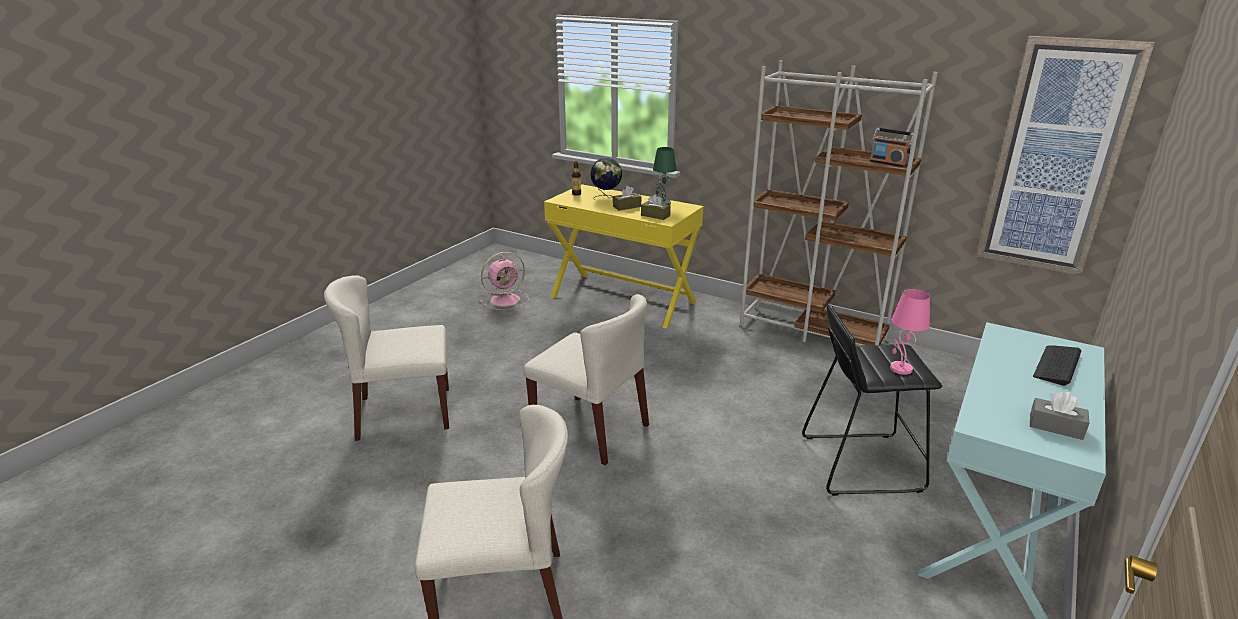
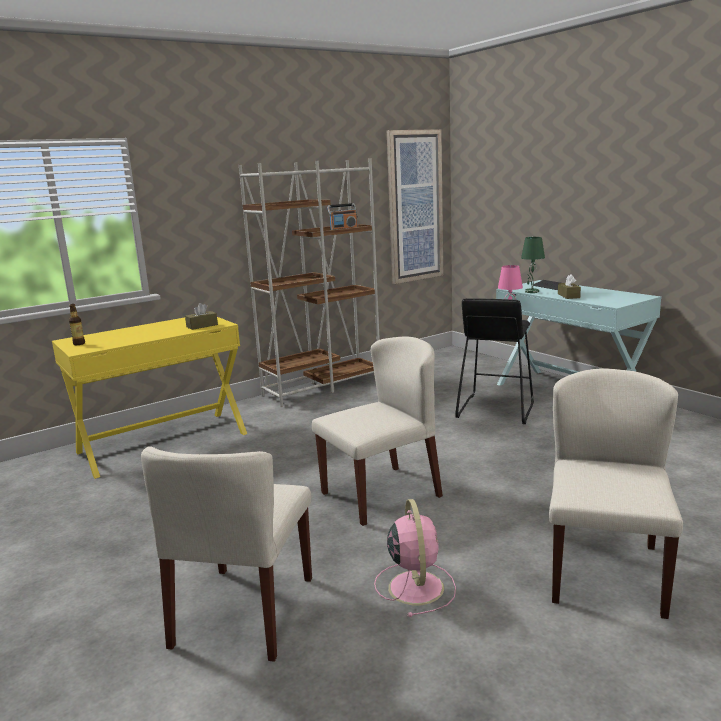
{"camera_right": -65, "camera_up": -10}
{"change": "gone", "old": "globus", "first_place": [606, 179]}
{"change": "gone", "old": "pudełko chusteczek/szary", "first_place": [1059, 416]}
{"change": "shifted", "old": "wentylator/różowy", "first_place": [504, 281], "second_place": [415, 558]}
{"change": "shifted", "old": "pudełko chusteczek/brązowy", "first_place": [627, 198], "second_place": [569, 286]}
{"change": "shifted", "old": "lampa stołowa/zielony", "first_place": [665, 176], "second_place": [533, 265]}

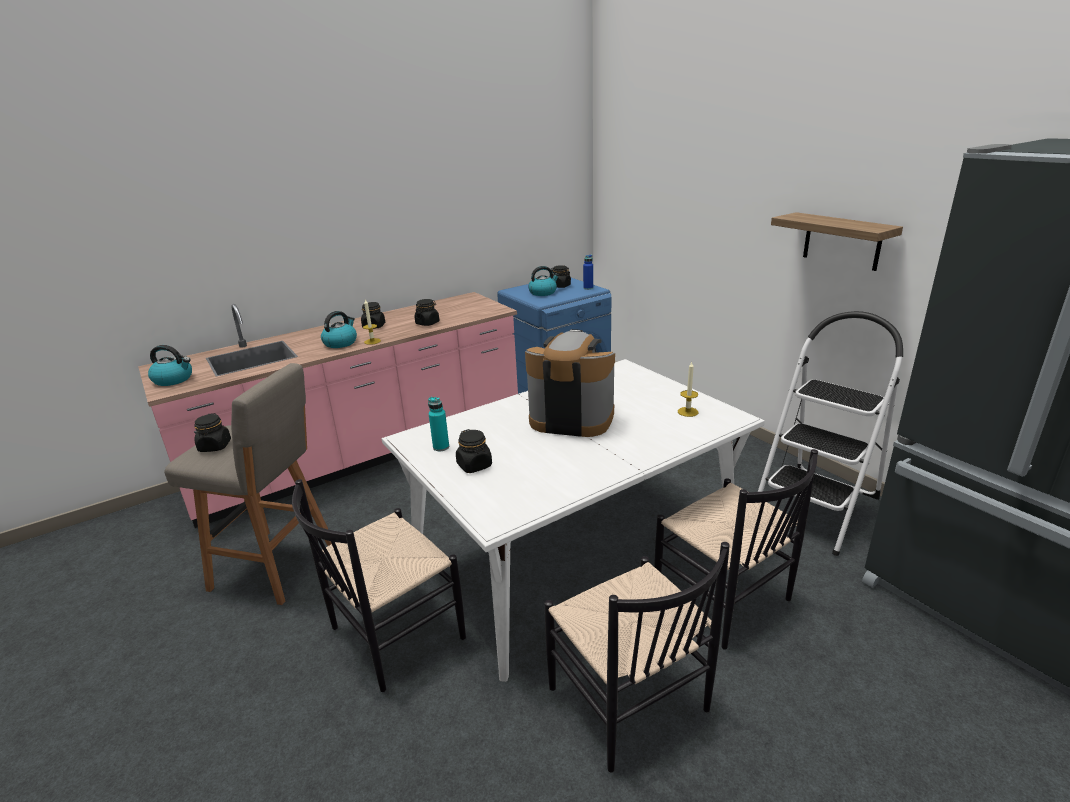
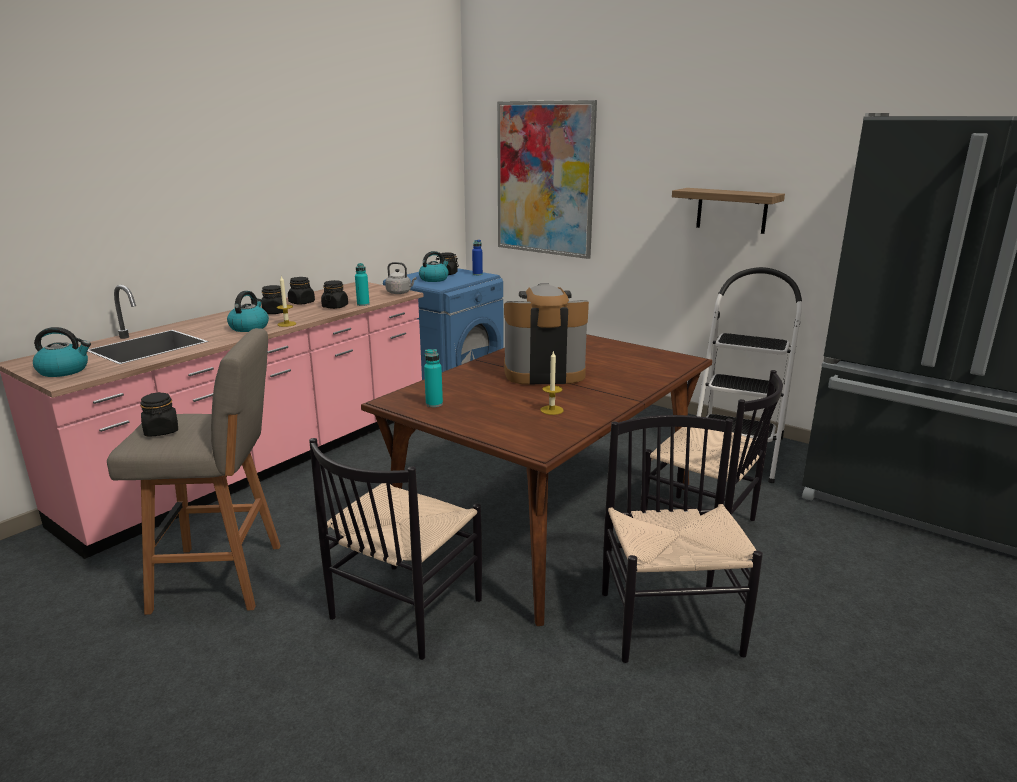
{"camera_right": -20, "camera_up": -5}
{"change": "new", "new": "butelka/turkusowy", "second_place": [362, 284]}
{"change": "new", "new": "czajnik/szary", "second_place": [401, 278]}
{"change": "new", "new": "obraz", "second_place": [547, 179]}
{"change": "shifted", "old": "słoik/czarny", "first_place": [474, 451], "second_place": [301, 290]}
{"change": "shifted", "old": "świeca", "first_place": [688, 389], "second_place": [552, 382]}
{"change": "repainted", "old": "stół jadalny/biały", "new": "stół jadalny/brązowy", "first_place": [573, 520], "second_place": [536, 480]}
{"change": "rotated", "old": "krzesło/czarny", "first_place": [637, 657], "second_place": [682, 539], "degrees": -135}

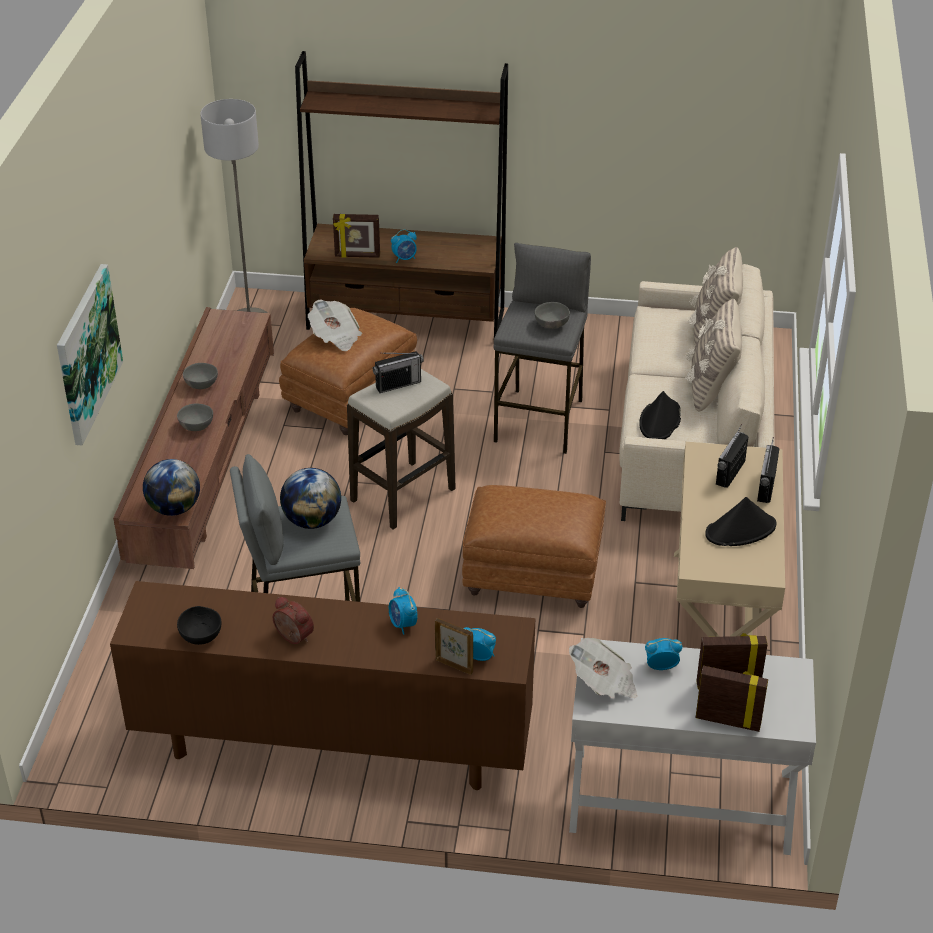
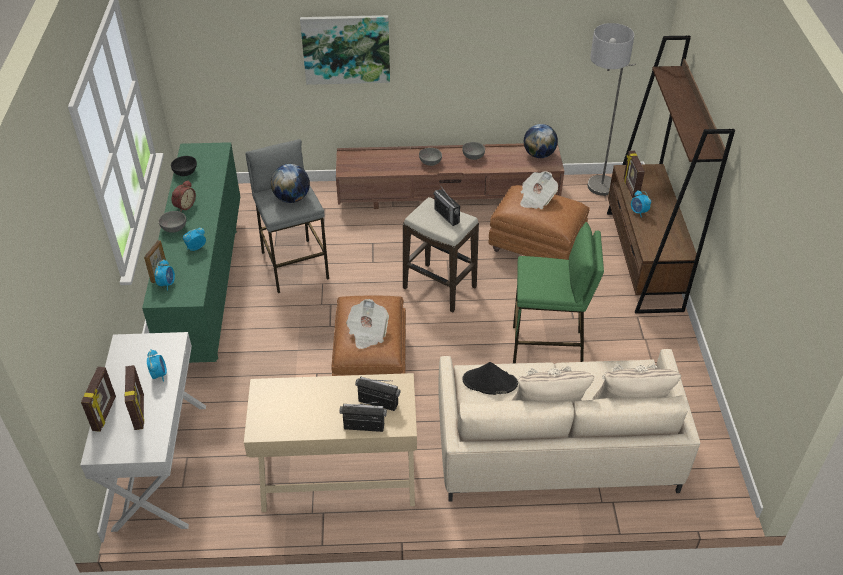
{"camera_right": 80, "camera_up": 5}
{"change": "gone", "old": "kapelusz/czarny", "first_place": [740, 521]}
{"change": "shifted", "old": "globus", "first_place": [171, 487], "second_place": [541, 141]}
{"change": "shifted", "old": "miska/szary", "first_place": [552, 315], "second_place": [172, 222]}
{"change": "shifted", "old": "gazeta", "first_place": [603, 668], "second_place": [367, 324]}
{"change": "repainted", "old": "szafka/brązowy", "new": "szafka/zielony", "first_place": [322, 685], "second_place": [191, 252]}
{"change": "repainted", "old": "stołek/szary", "new": "stołek/zielony", "first_place": [542, 348], "second_place": [558, 293]}

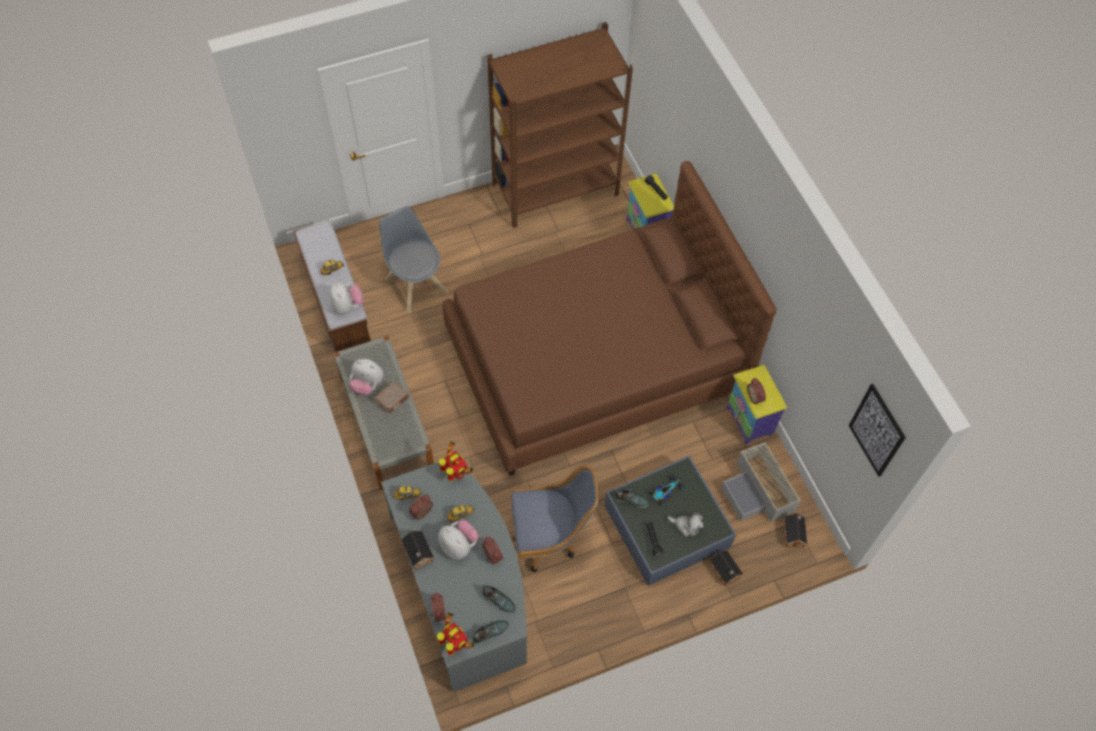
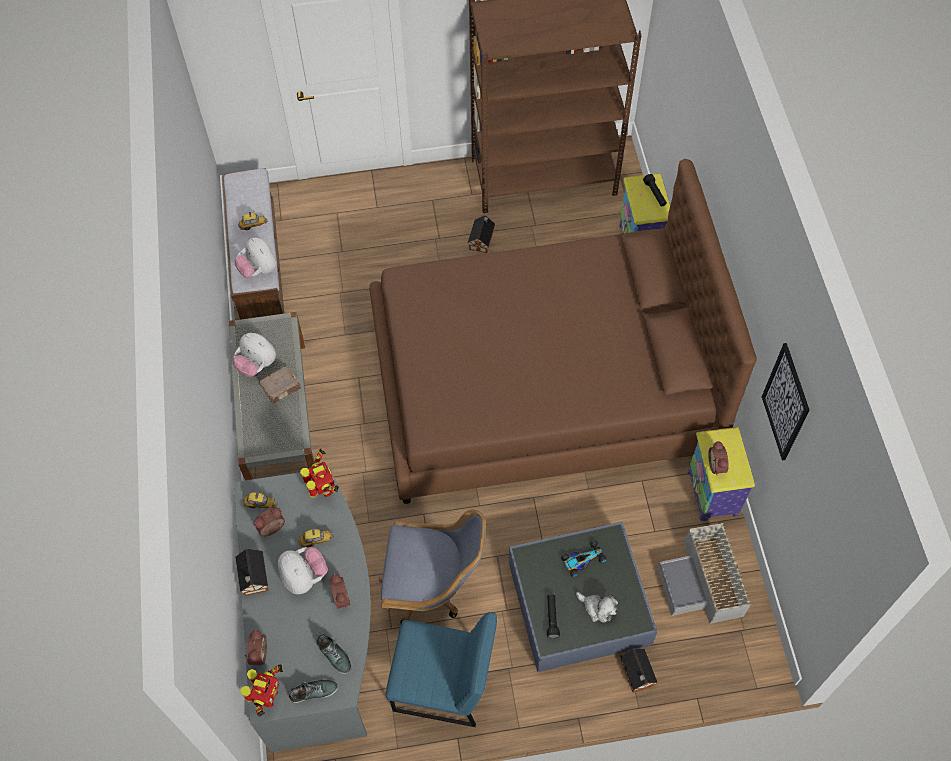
{"camera_right": 15, "camera_up": 0}
{"change": "gone", "old": "krzesło/szary", "first_place": [413, 259]}
{"change": "gone", "old": "but", "first_place": [632, 498]}
{"change": "new", "new": "krzesło/niebieski", "second_place": [441, 669]}
{"change": "shifted", "old": "domek", "first_place": [795, 530], "second_place": [481, 234]}
{"change": "shifted", "old": "obraz", "first_place": [877, 430], "second_place": [786, 402]}
{"change": "rotated", "old": "pluszak", "first_place": [347, 298], "second_place": [256, 258], "degrees": 150}
{"change": "rotated", "old": "robot zabawkowy", "first_place": [455, 634], "second_place": [261, 690], "degrees": 45}

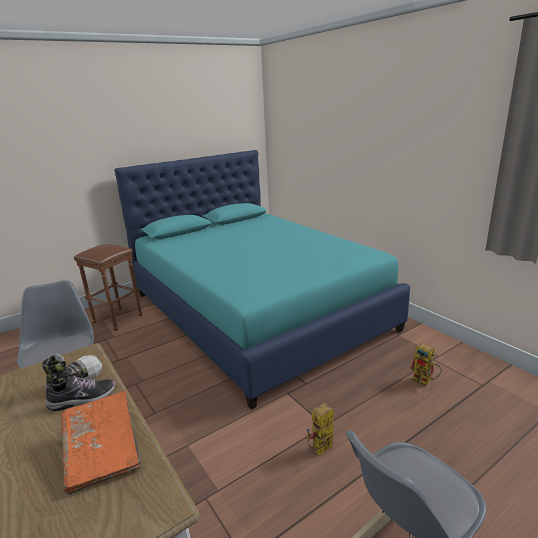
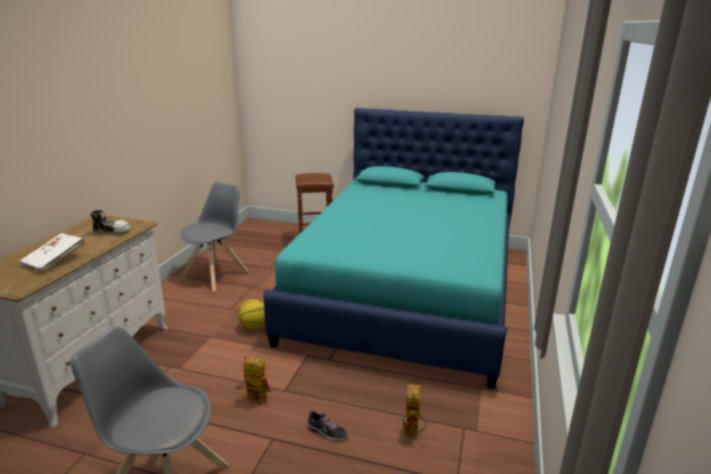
{"camera_right": 50, "camera_up": 0}
{"change": "new", "new": "piłka do koszykówki", "second_place": [251, 314]}
{"change": "shifted", "old": "but", "first_place": [79, 393], "second_place": [327, 425]}
{"change": "repainted", "old": "książka/pomarańczowy", "new": "książka/biały", "first_place": [101, 442], "second_place": [52, 252]}

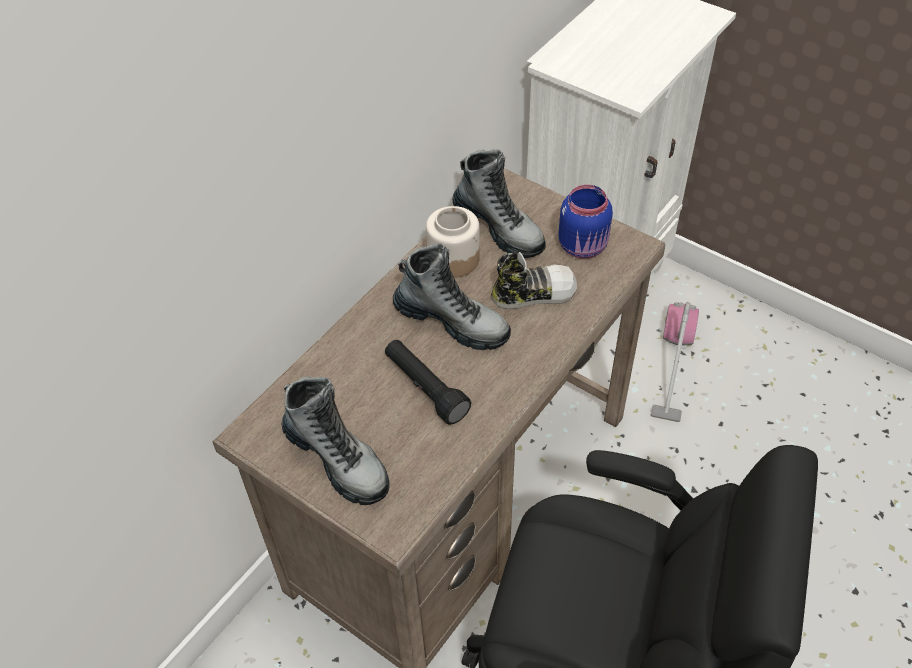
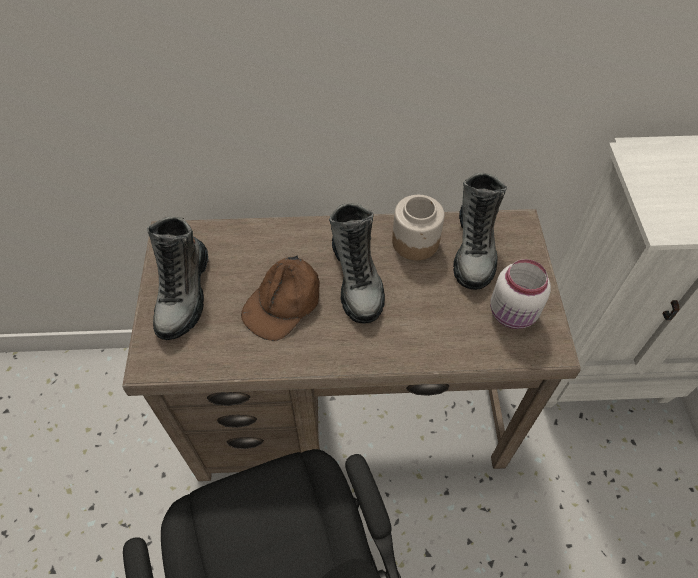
{"camera_right": 50, "camera_up": 5}
{"change": "gone", "old": "but", "first_place": [534, 280]}
{"change": "gone", "old": "odkurzacz", "first_place": [675, 362]}
{"change": "swapped", "old": "latarka/czarny", "new": "czapka z daszkiem/brązowy", "first_place": [428, 382], "second_place": [280, 298]}
{"change": "repainted", "old": "słoik/niebieski", "new": "słoik/biały", "first_place": [586, 221], "second_place": [520, 294]}

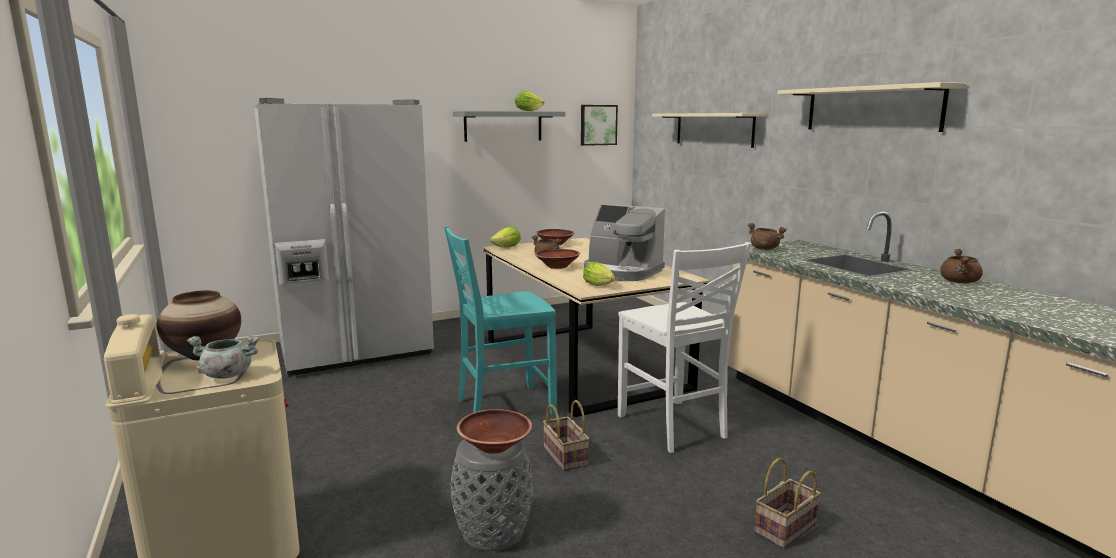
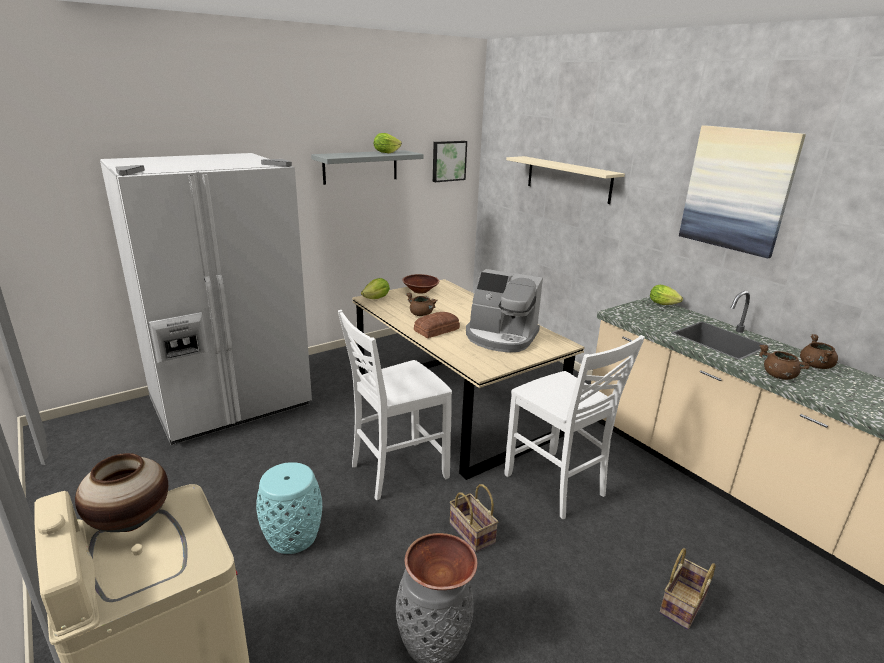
{"camera_right": -10, "camera_up": 10}
{"change": "gone", "old": "garnek/szary", "first_place": [223, 357]}
{"change": "new", "new": "stołek/turkusowy", "second_place": [289, 508]}
{"change": "shifted", "old": "sałata", "first_place": [599, 274], "second_place": [666, 295]}
{"change": "shifted", "old": "garnek/brązowy", "first_place": [767, 236], "second_place": [786, 362]}
{"change": "swapped", "old": "miska/brązowy", "new": "chleb", "first_place": [557, 259], "second_place": [437, 325]}
{"change": "swapped", "old": "półka/beżowy", "new": "obraz", "first_place": [872, 107], "second_place": [742, 191]}
{"change": "repainted", "old": "krzesło/turkusowy", "new": "krzesło/biały", "first_place": [500, 321], "second_place": [395, 405]}

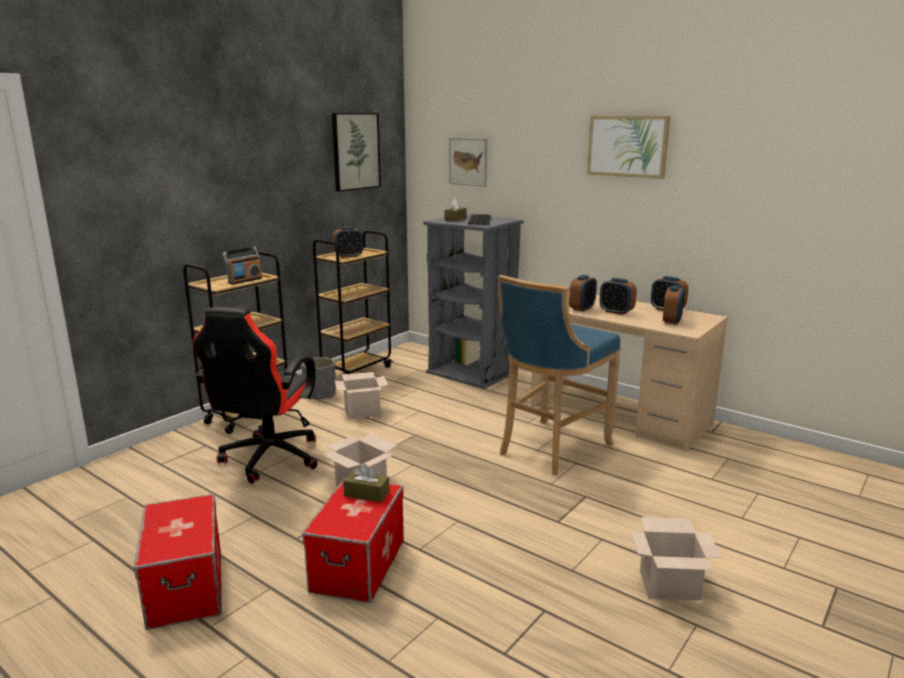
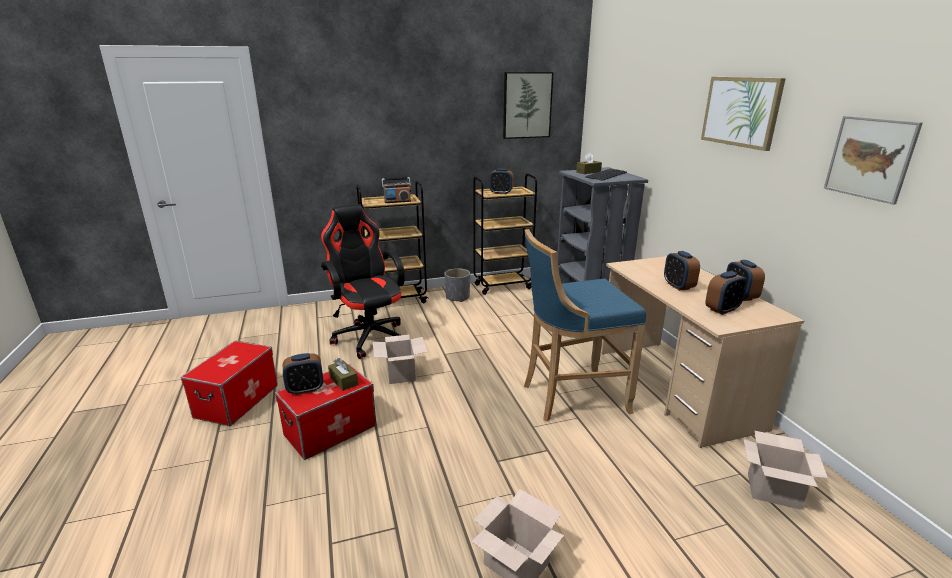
{"camera_right": 35, "camera_up": 5}
{"change": "shifted", "old": "karton", "first_place": [361, 395], "second_place": [786, 470]}
{"change": "shifted", "old": "obraz", "first_place": [468, 162], "second_place": [873, 160]}
{"change": "shifted", "old": "budzik", "first_place": [583, 293], "second_place": [303, 374]}
{"change": "rotated", "old": "krzesło biurowe/czarny", "first_place": [254, 395], "second_place": [363, 281], "degrees": 105}

